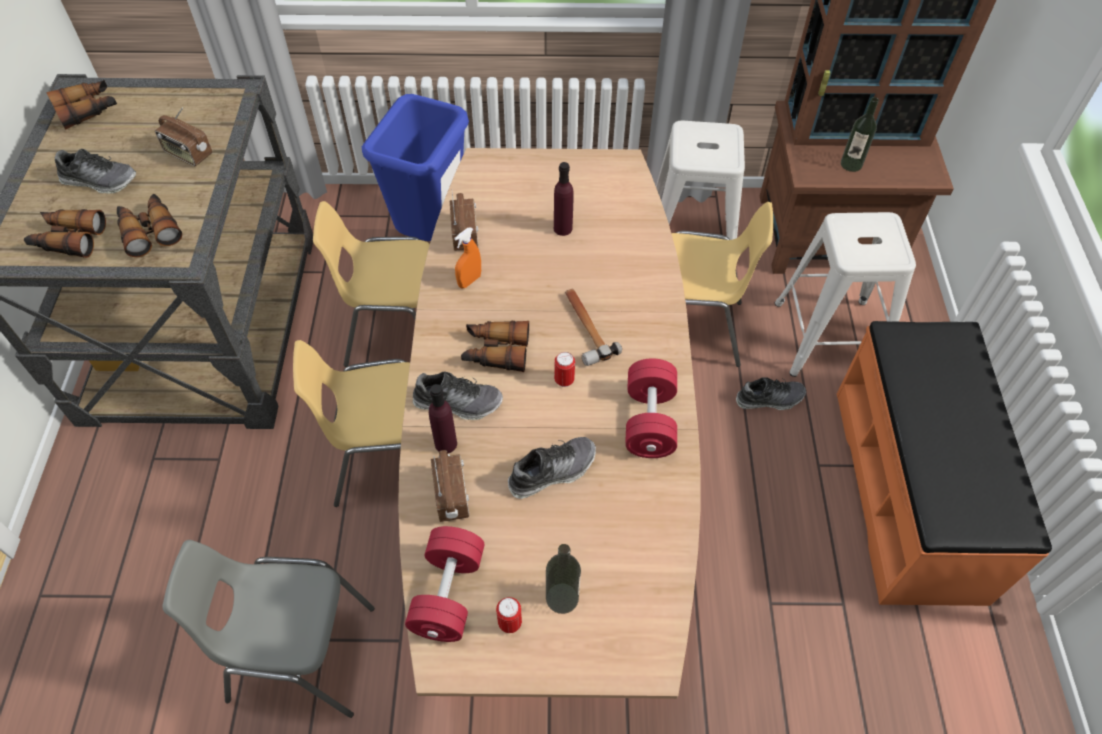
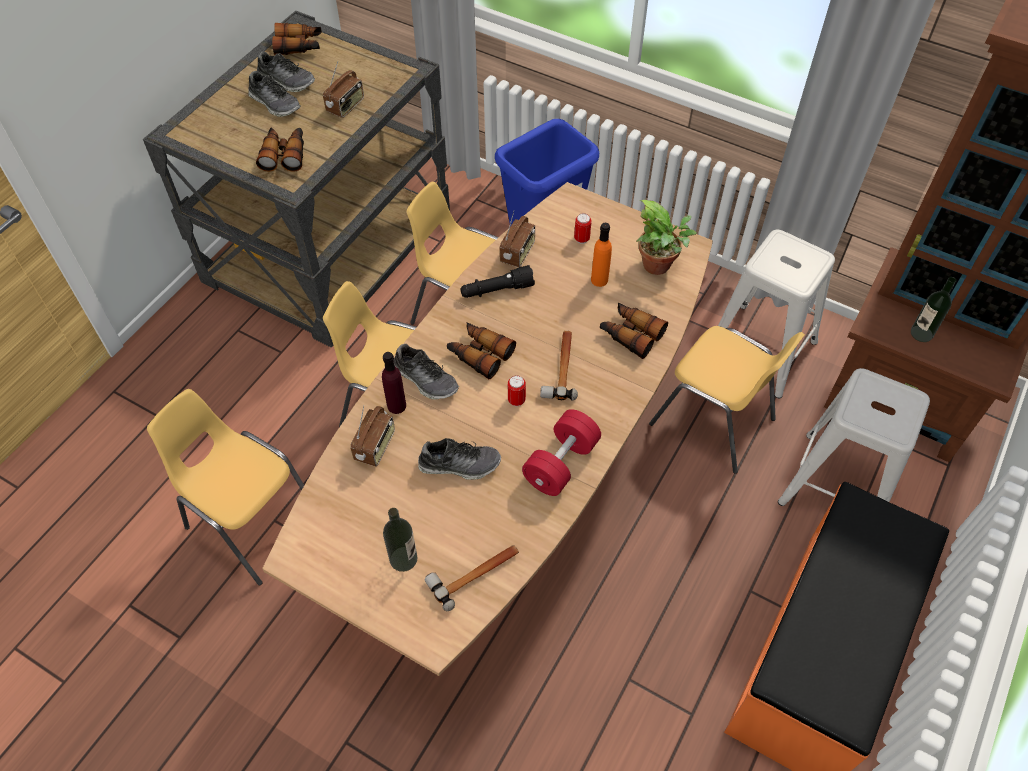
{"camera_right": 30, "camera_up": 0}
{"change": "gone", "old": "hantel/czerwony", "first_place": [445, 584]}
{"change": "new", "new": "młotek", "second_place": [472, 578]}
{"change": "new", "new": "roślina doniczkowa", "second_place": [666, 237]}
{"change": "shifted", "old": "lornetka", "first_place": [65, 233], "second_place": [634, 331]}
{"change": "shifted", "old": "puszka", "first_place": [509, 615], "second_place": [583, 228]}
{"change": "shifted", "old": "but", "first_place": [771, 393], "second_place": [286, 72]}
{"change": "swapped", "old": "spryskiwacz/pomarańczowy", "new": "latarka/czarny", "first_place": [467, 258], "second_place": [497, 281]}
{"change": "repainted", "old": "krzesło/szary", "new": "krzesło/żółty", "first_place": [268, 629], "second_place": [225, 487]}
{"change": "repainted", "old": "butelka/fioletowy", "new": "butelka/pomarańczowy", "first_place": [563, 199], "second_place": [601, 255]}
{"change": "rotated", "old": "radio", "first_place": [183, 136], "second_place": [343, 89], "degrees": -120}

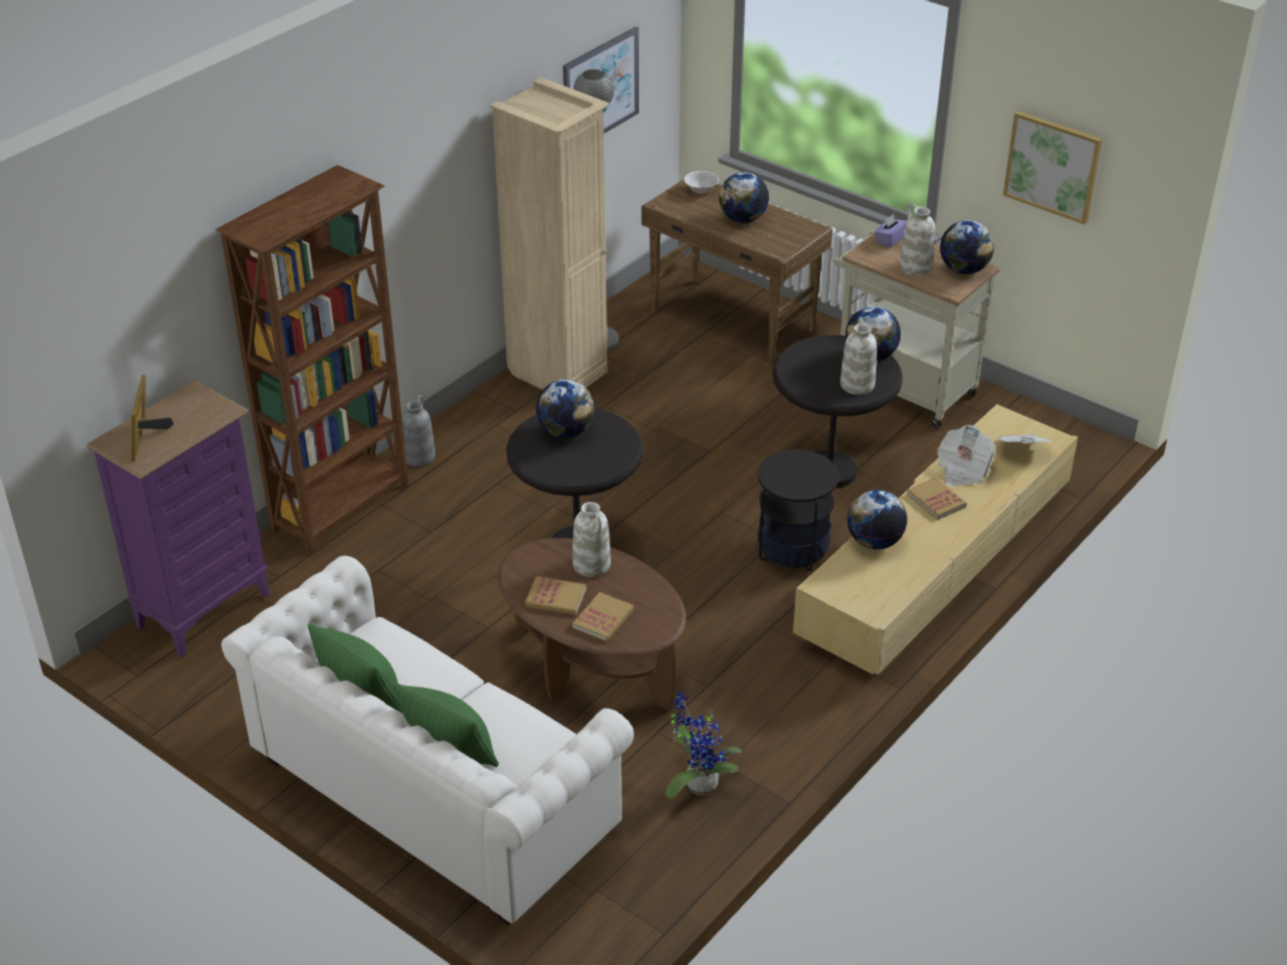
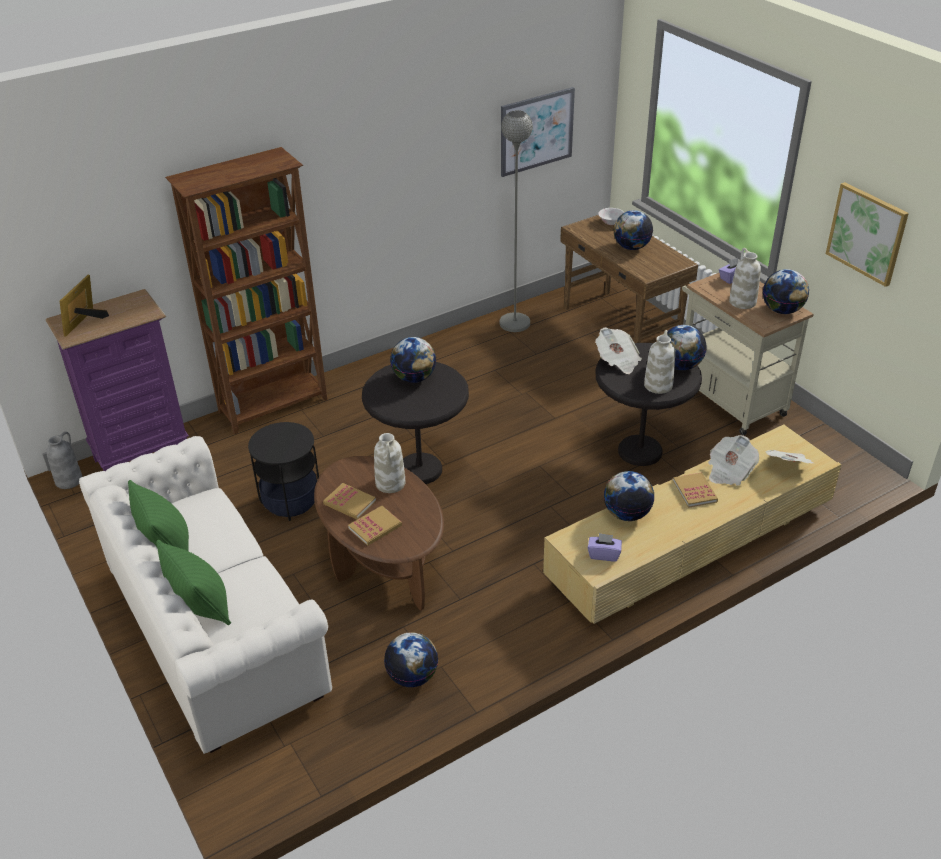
{"camera_right": 20, "camera_up": 0}
{"change": "gone", "old": "szafka/beżowy", "first_place": [549, 233]}
{"change": "new", "new": "pudełko chusteczek/fioletowy", "second_place": [605, 547]}
{"change": "new", "new": "gazeta", "second_place": [618, 350]}
{"change": "shifted", "old": "wazon/szary", "first_place": [418, 431], "second_place": [64, 460]}
{"change": "shifted", "old": "stolik/czarny", "first_place": [798, 510], "second_place": [283, 471]}
{"change": "swapped", "old": "roślina doniczkowa", "new": "globus", "first_place": [703, 744], "second_place": [411, 659]}

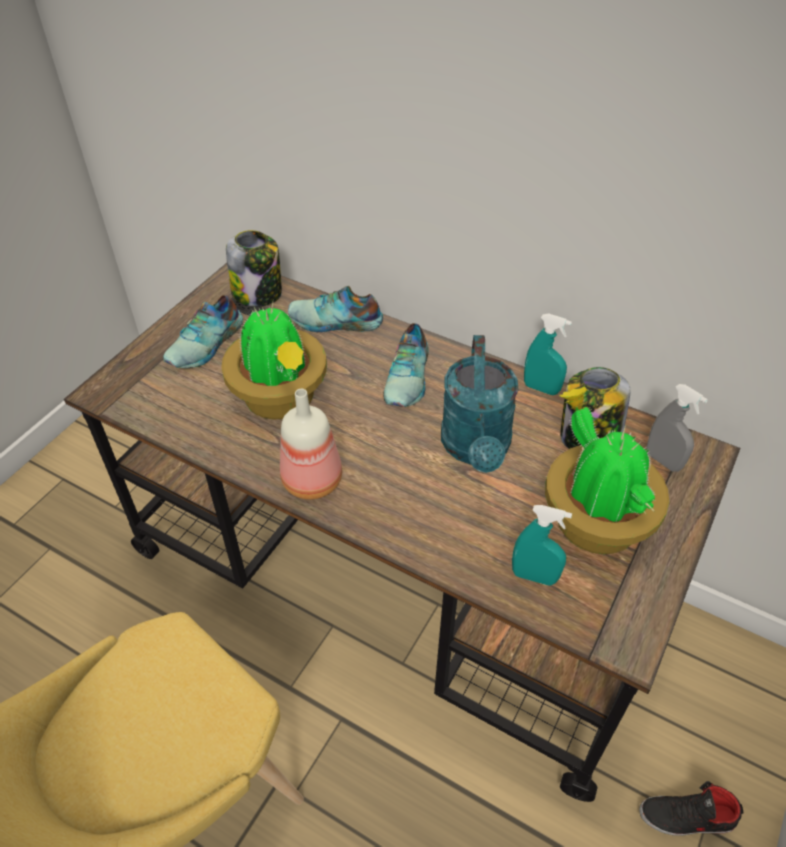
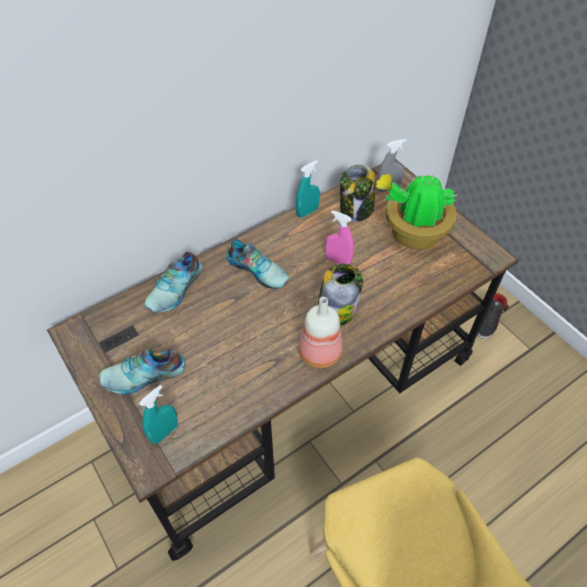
{"camera_right": -65, "camera_up": 5}
{"change": "gone", "old": "roślina doniczkowa", "first_place": [274, 360]}
{"change": "shifted", "old": "słoik", "first_place": [254, 268], "second_place": [340, 295]}
{"change": "shifted", "old": "spryskiwacz/turkusowy", "first_place": [542, 545], "second_place": [158, 414]}
{"change": "swapped", "old": "konewka/turkusowy", "new": "spryskiwacz/różowy", "first_place": [479, 404], "second_place": [340, 237]}
{"change": "rotated", "old": "but", "first_place": [203, 331], "second_place": [142, 371], "degrees": 105}

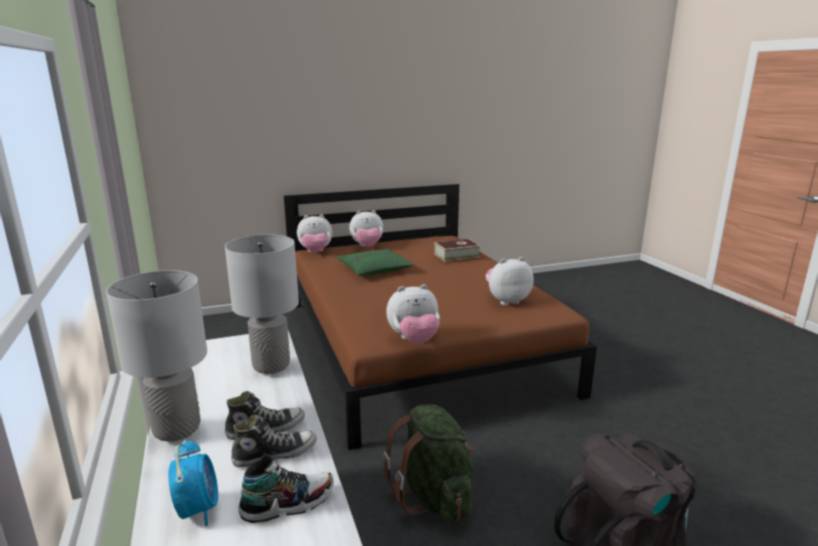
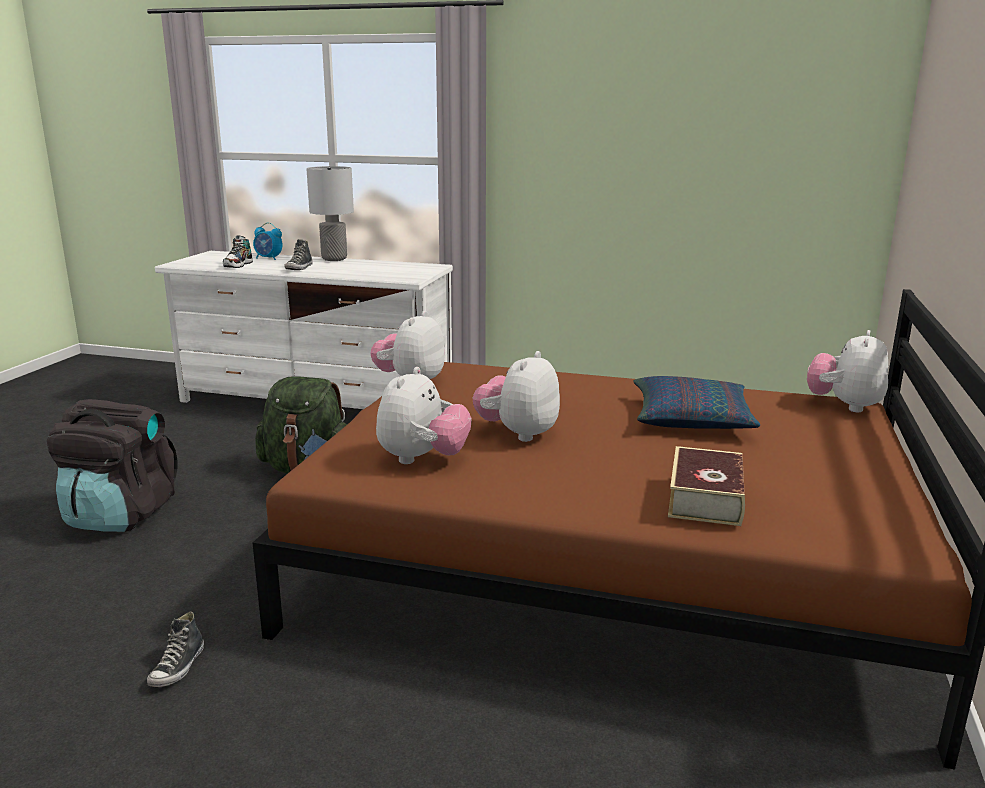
{"camera_right": 125, "camera_up": 0}
{"change": "gone", "old": "lampa stołowa/szary", "first_place": [262, 304]}
{"change": "shifted", "old": "but", "first_place": [273, 441], "second_place": [175, 649]}
{"change": "shifted", "old": "pluszak", "first_place": [366, 228], "second_place": [516, 396]}
{"change": "repainted", "old": "poduszka/zielony", "new": "poduszka/niebieski", "first_place": [375, 262], "second_place": [696, 402]}

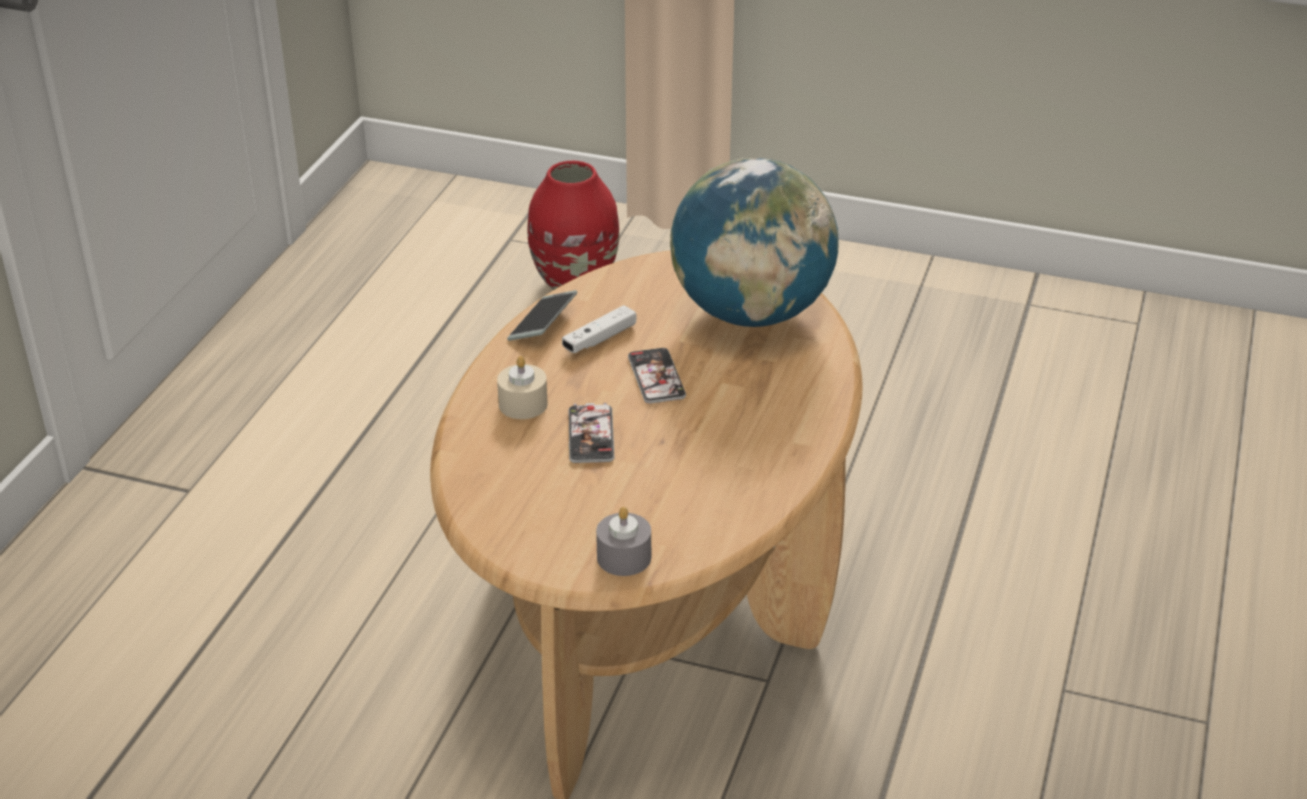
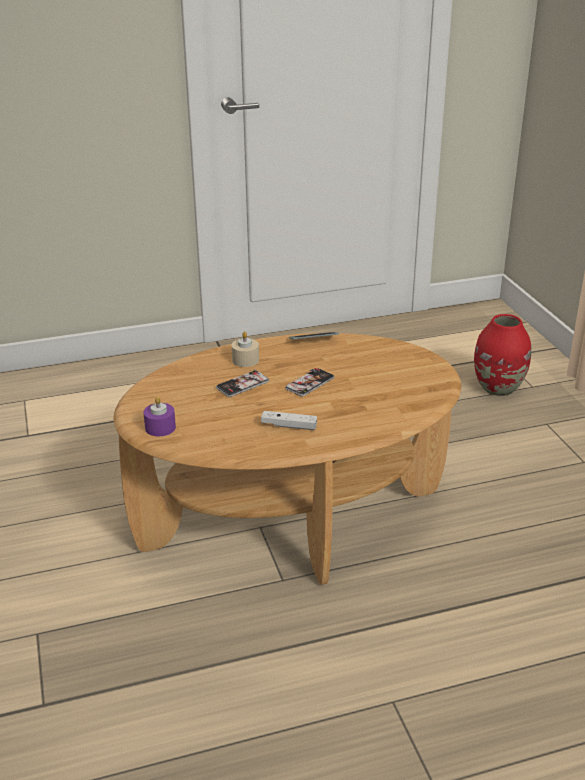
{"camera_right": 55, "camera_up": -5}
{"change": "gone", "old": "globus", "first_place": [754, 242]}
{"change": "shifted", "old": "pad do gier/biały", "first_place": [599, 329], "second_place": [289, 420]}
{"change": "repainted", "old": "świeca/szary", "new": "świeca/fioletowy", "first_place": [623, 541], "second_place": [159, 416]}

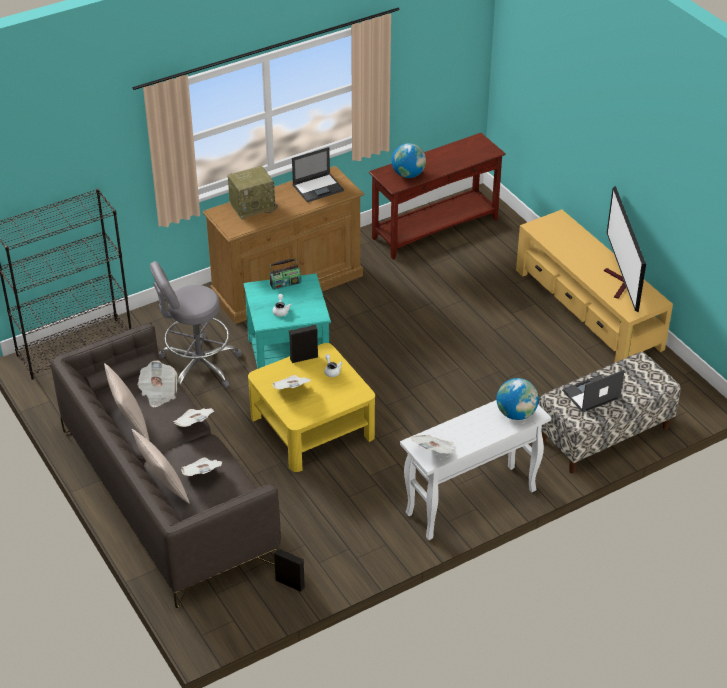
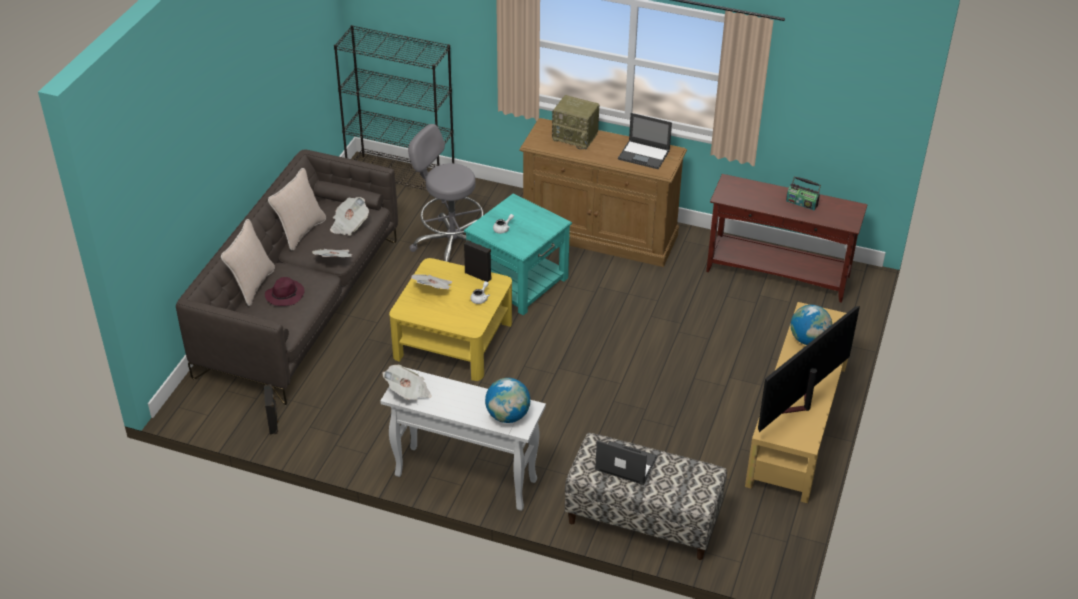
{"camera_right": 50, "camera_up": 0}
{"change": "shifted", "old": "radio", "first_place": [285, 274], "second_place": [803, 193]}
{"change": "shifted", "old": "globus", "first_place": [408, 160], "second_place": [811, 325]}
{"change": "swapped", "old": "gazeta", "new": "kapelusz/fioletowy", "first_place": [201, 466], "second_place": [284, 291]}

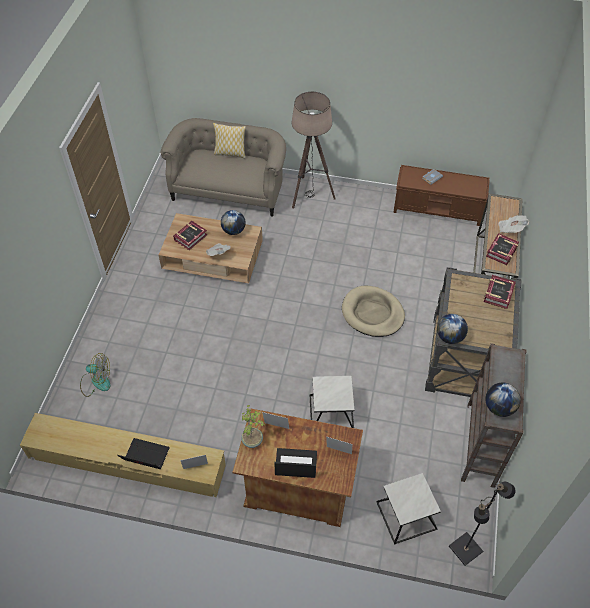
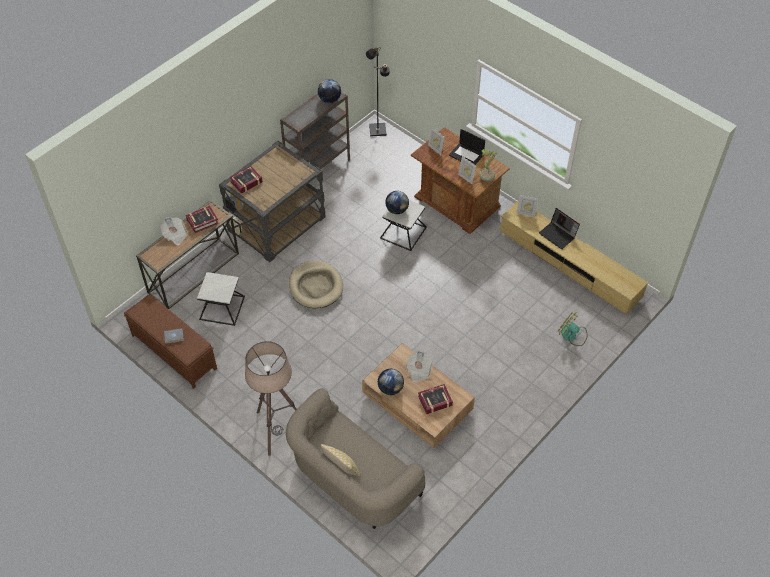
{"camera_right": -150, "camera_up": 0}
{"change": "shifted", "old": "stolik", "first_place": [408, 508], "second_place": [221, 299]}
{"change": "shifted", "old": "globus", "first_place": [452, 329], "second_place": [397, 202]}

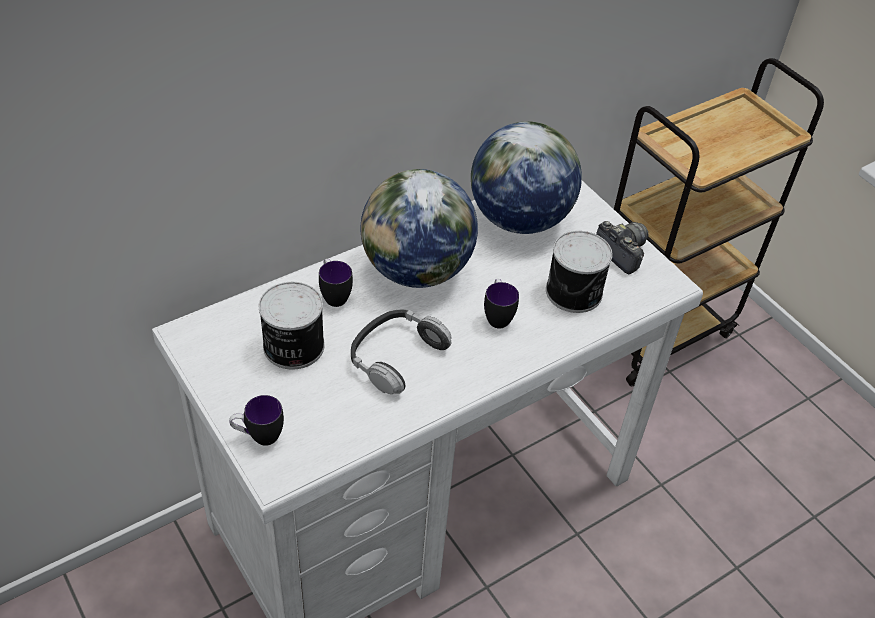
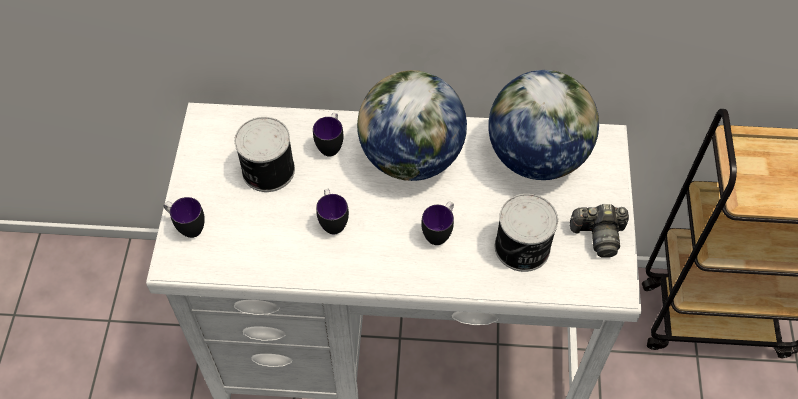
{"camera_right": 40, "camera_up": 10}
{"change": "swapped", "old": "słuchawki", "new": "kubek", "first_place": [401, 352], "second_place": [332, 211]}
{"change": "rotated", "old": "aparat fotograficzny", "first_place": [622, 247], "second_place": [599, 231], "degrees": 90}

